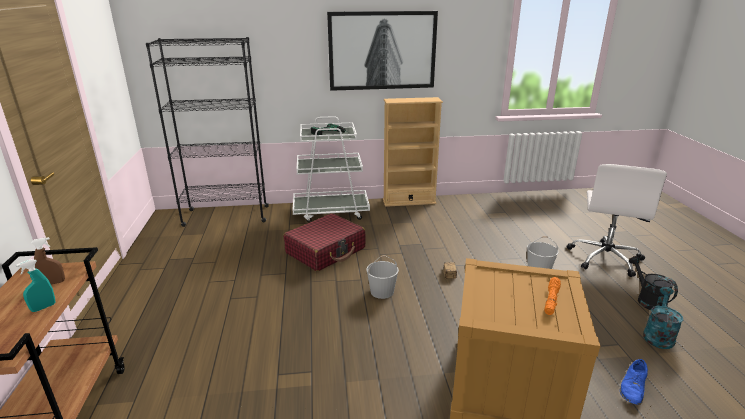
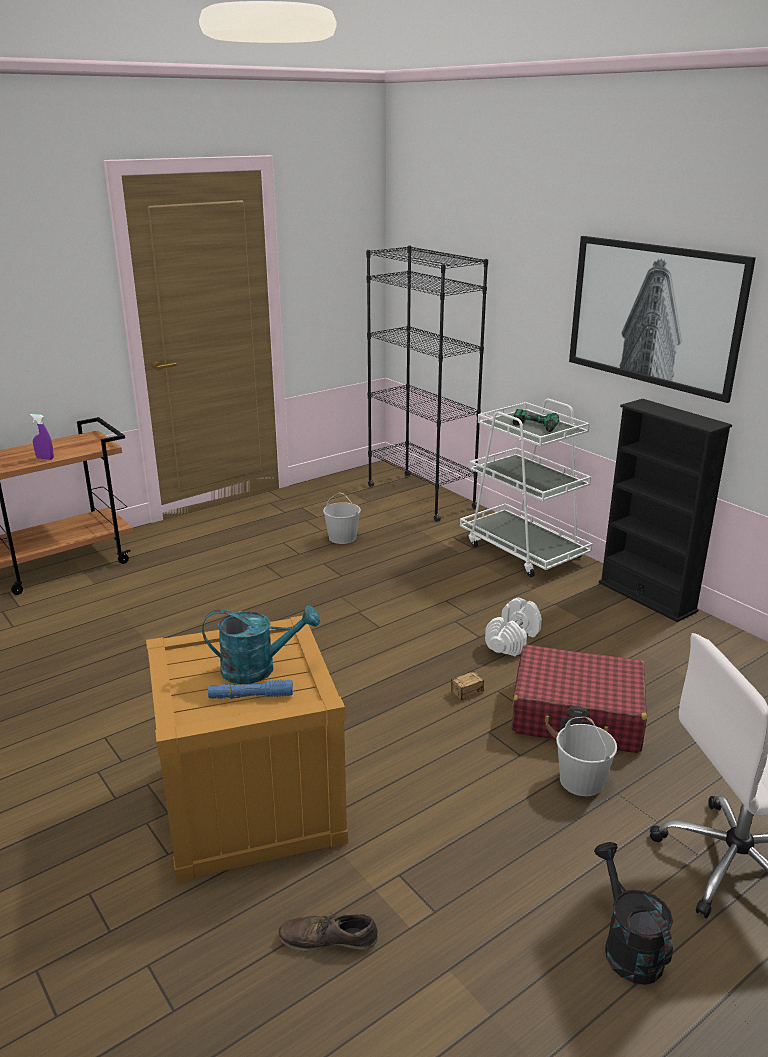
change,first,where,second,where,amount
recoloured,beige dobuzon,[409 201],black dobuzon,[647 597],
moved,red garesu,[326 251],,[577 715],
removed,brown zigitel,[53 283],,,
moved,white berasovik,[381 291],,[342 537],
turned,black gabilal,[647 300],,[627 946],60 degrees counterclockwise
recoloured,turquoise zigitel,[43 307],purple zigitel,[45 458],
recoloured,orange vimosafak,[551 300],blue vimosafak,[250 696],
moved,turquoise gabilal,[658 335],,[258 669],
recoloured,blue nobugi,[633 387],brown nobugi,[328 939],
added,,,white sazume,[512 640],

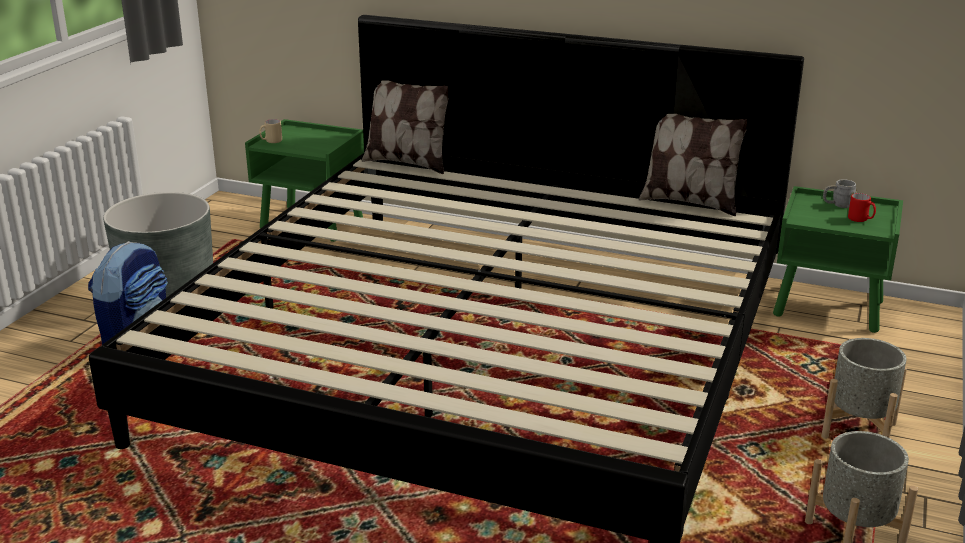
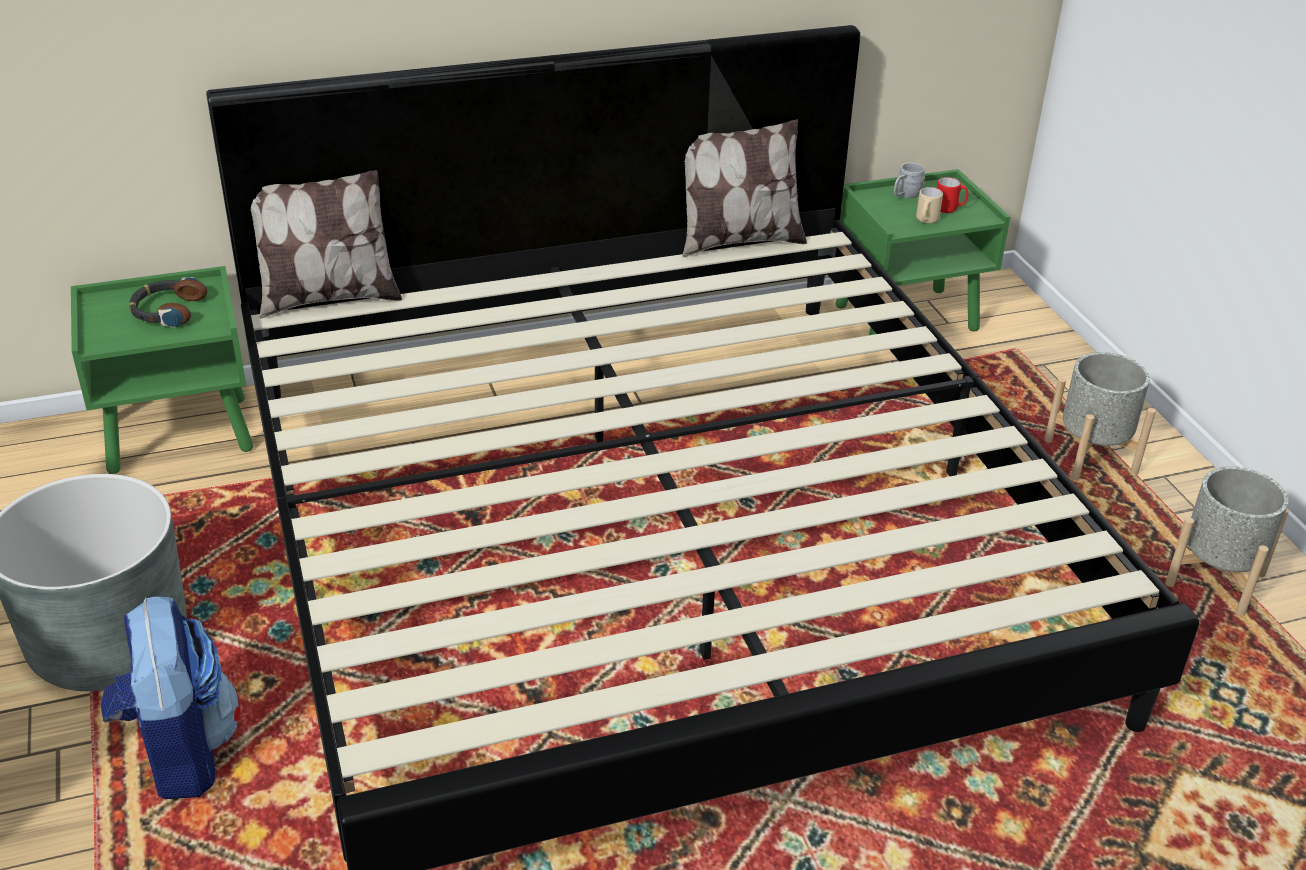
change,first,where,second,where,amount
moved,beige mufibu,[271 141],,[926 221],
added,,,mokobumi,[167 310],

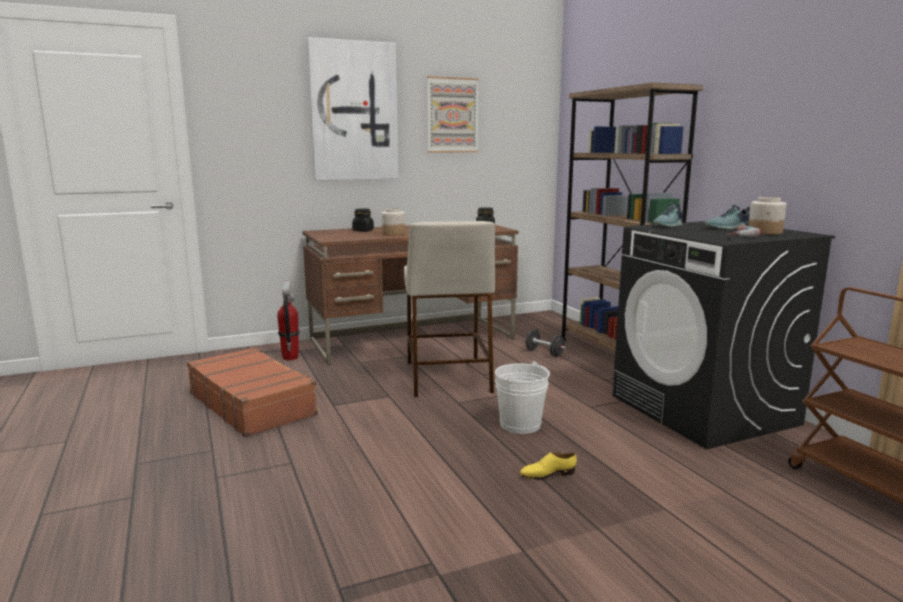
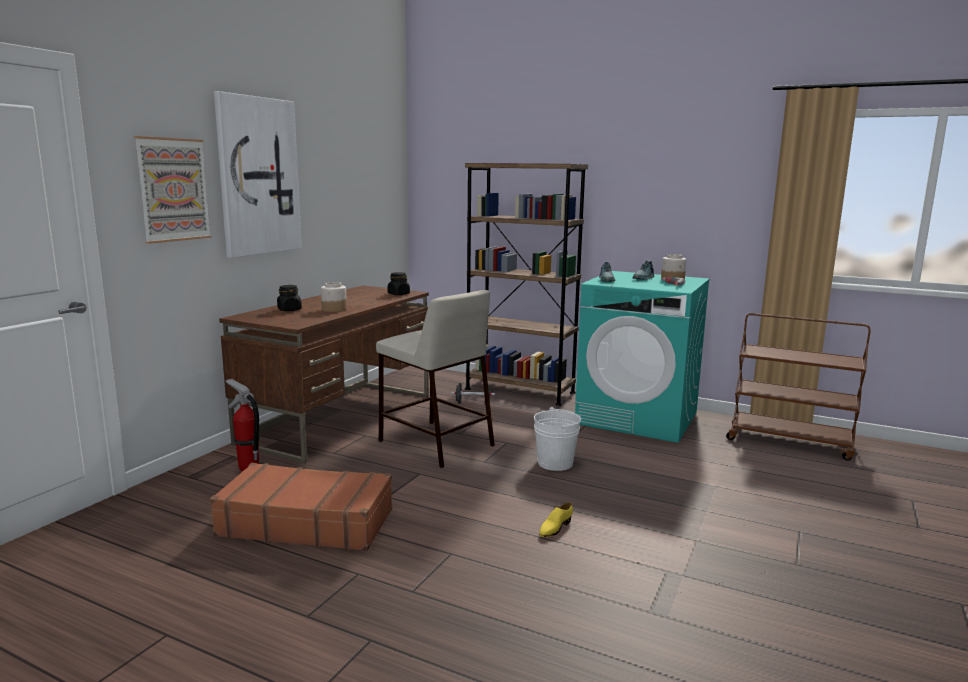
change,first,where,second,where,amount
moved,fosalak,[452 115],,[173 190],
recoloured,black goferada,[704 410],turquoise goferada,[638 418],
moved,yellow nobugi,[547 474],,[555 528],

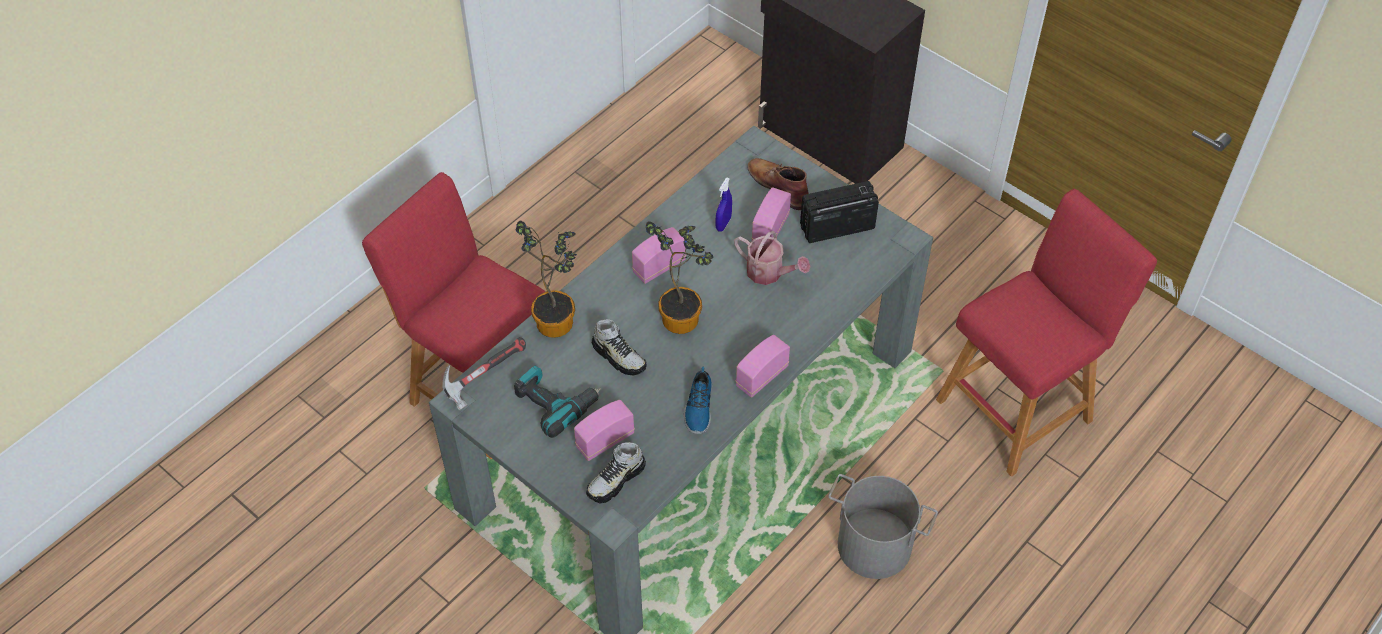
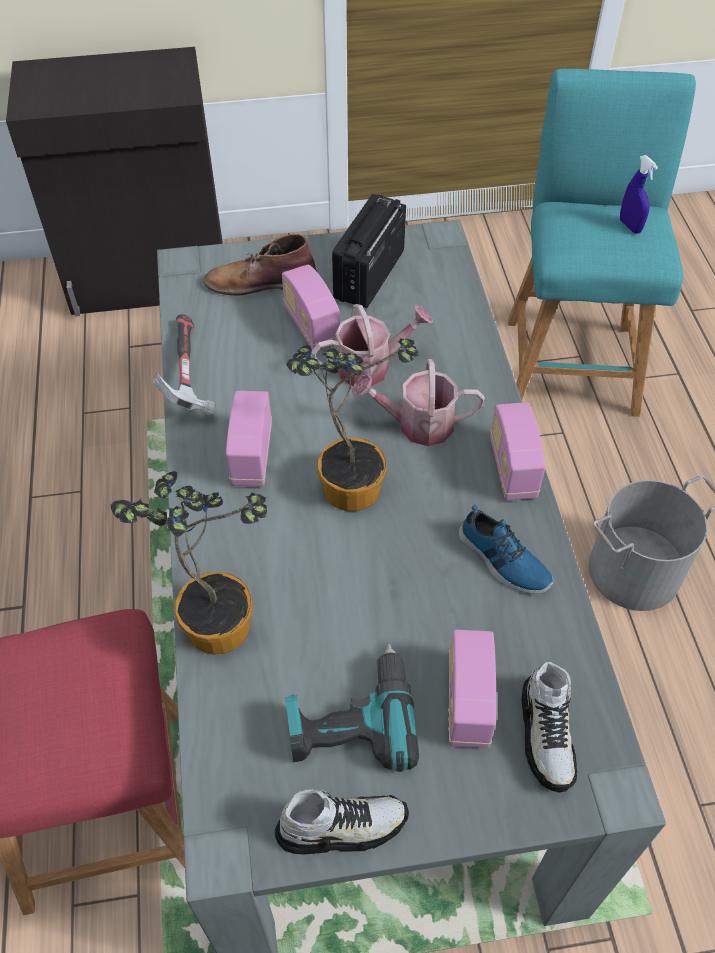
change,first,where,second,where,amount
moved,blue zigitel,[723 224],,[630 226],
recoloured,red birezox,[1019 406],turquoise birezox,[570 360],
moved,nobugi,[619 357],,[341 827],
moved,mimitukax,[483 377],,[187 376],
added,,,gabilal,[417 424],

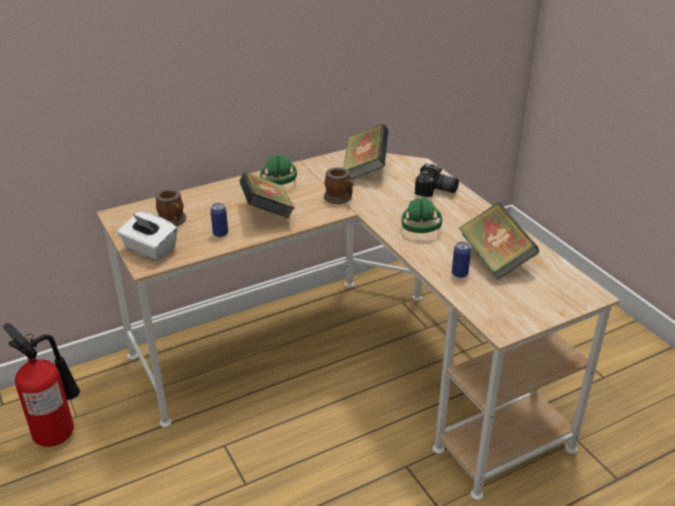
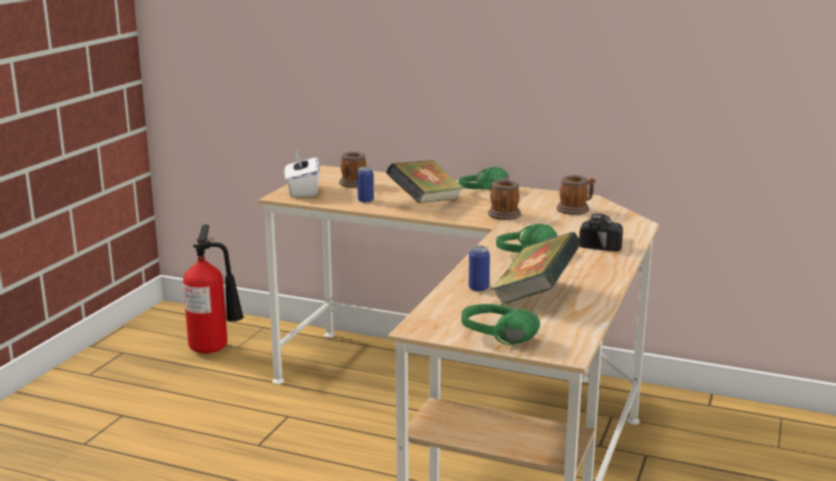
change,first,where,second,where,amount
replaced,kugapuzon,[365 169],mufibu,[576 209],
turned,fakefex,[436 191],,[603 242],150 degrees counterclockwise
added,,,green mokobumi,[493 341],

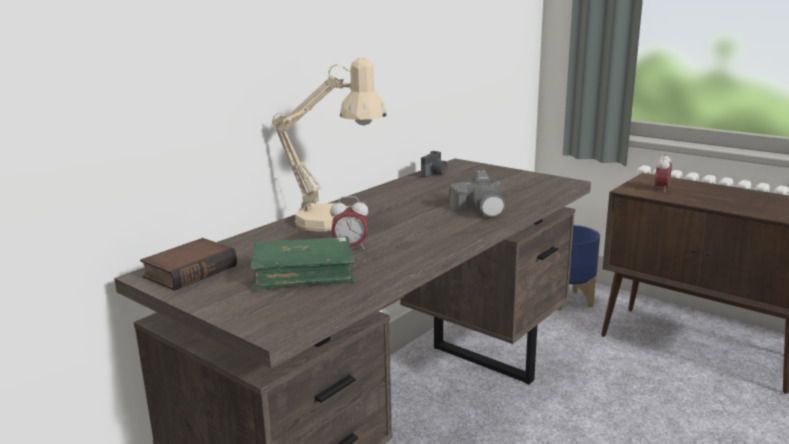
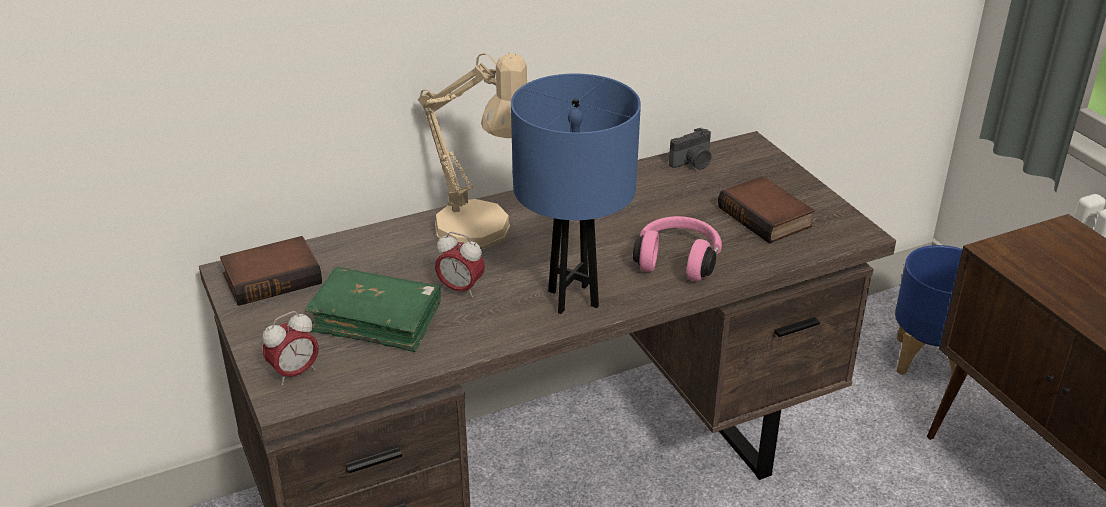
change,first,where,second,where,amount
moved,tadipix,[661 189],,[294 373],
replaced,fakefex,[480 209],pink mokobumi,[678 260],
added,,,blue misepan,[573 298],
added,,,kugapuzon,[767 217],

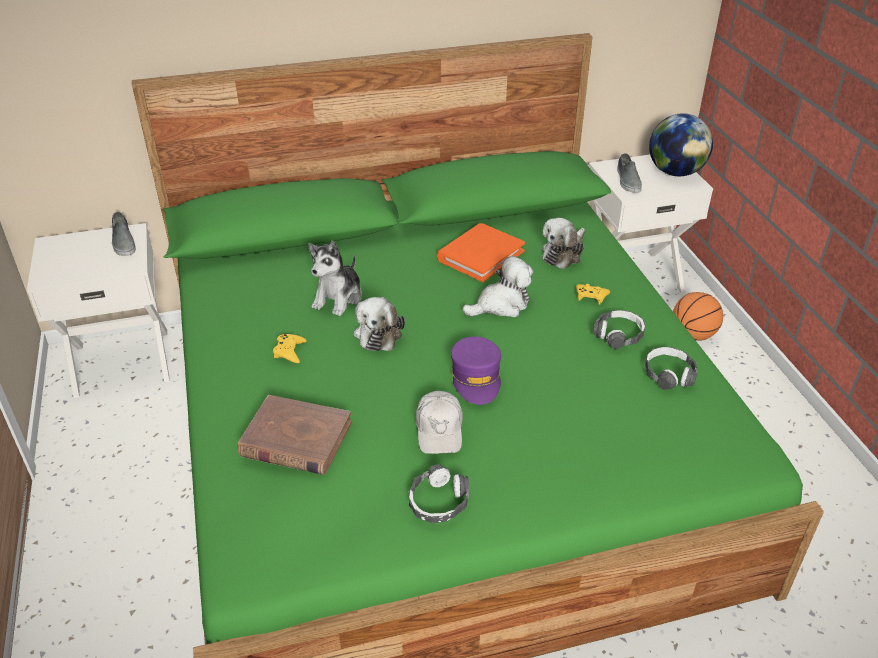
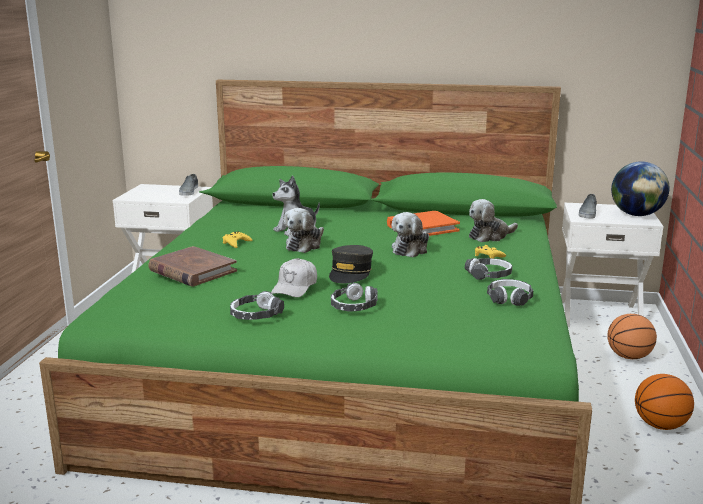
change,first,where,second,where,amount
turned,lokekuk,[501 305],,[411 249],120 degrees clockwise
recoloured,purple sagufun,[476 378],grey sagufun,[350 273],
added,,,mokobumi,[354 306],
added,,,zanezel,[660 425],

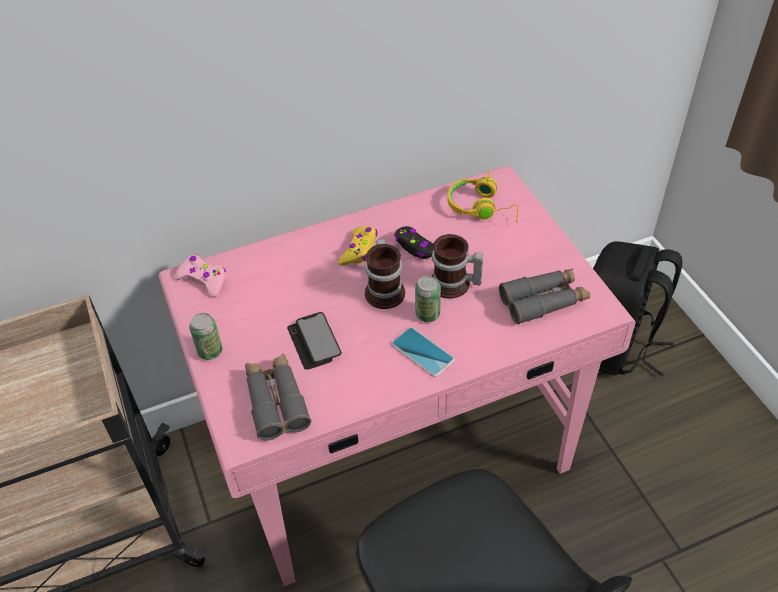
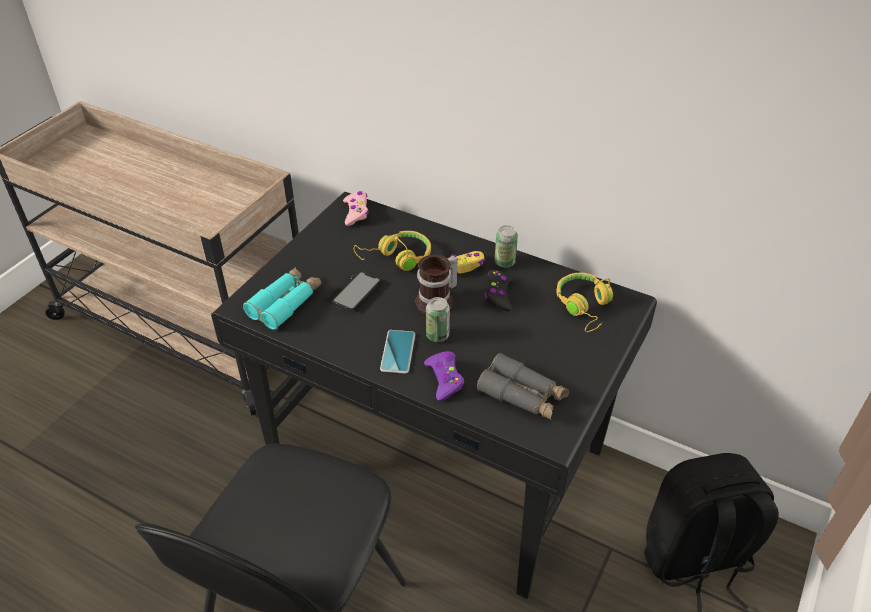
change,first,where,second,where,amount
recoloured,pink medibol,[396 447],black medibol,[438 464],
removed,mufibu,[453 285],,,
moved,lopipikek,[210 351],,[504 262],
recoloured,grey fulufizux,[276 401],turquoise fulufizux,[285 303],
added,,,yellow mokobumi,[396 258],
added,,,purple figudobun,[444 379],

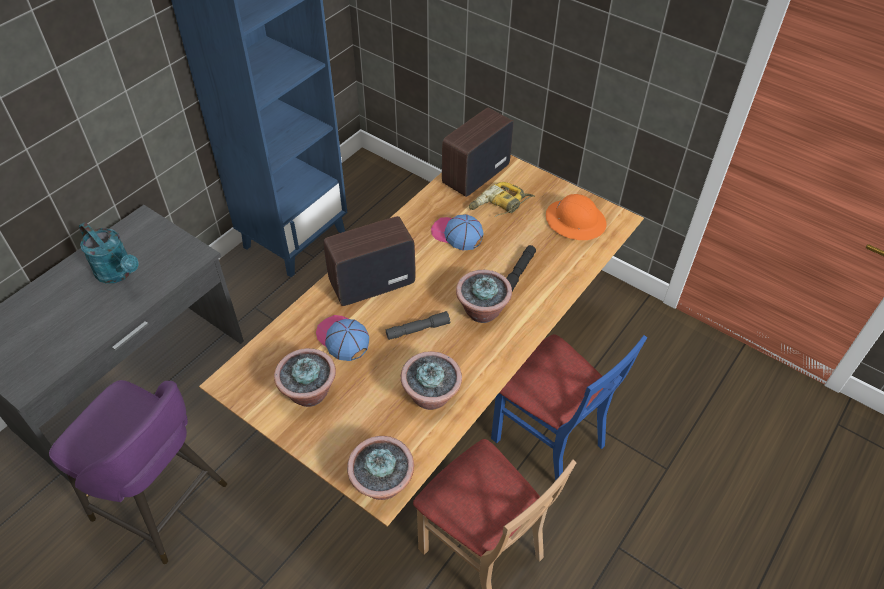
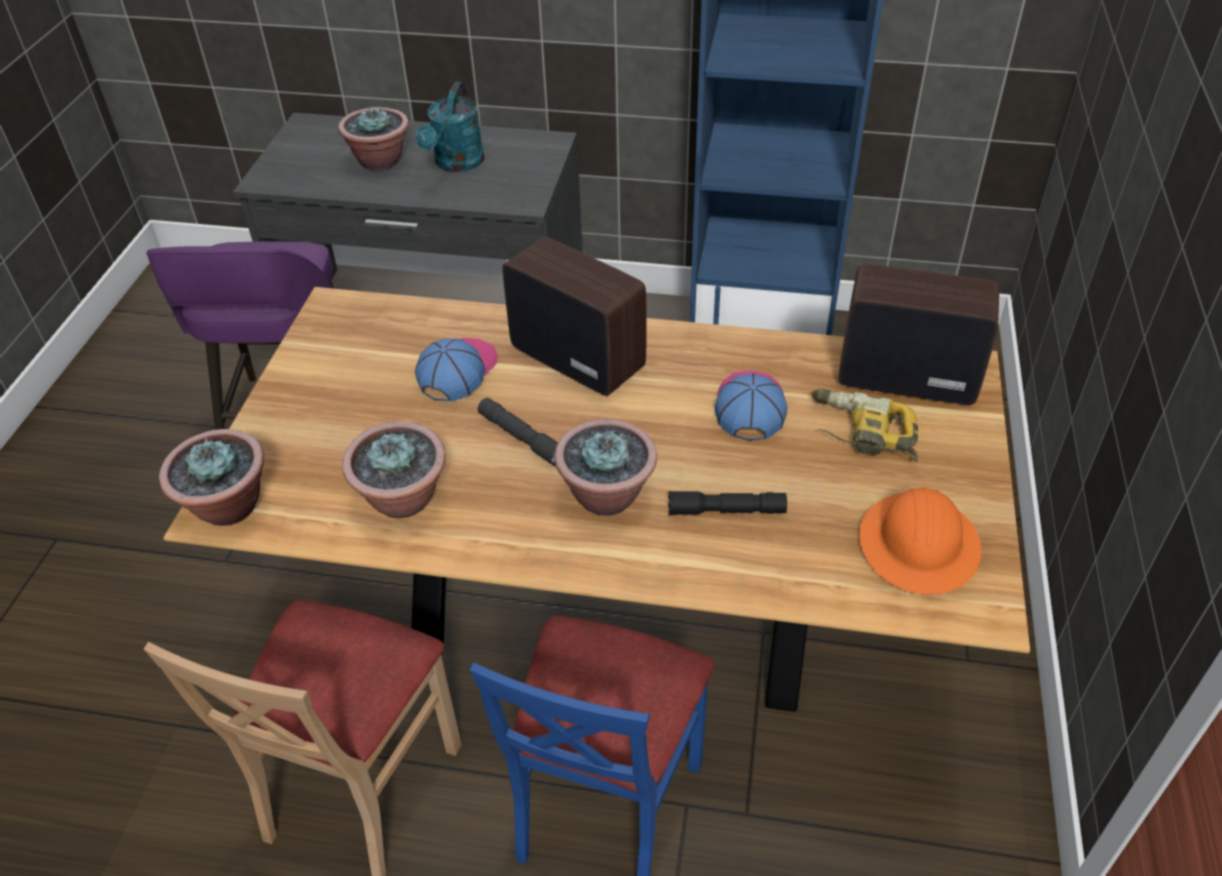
change,first,where,second,where,amount
moved,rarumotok,[309 393],,[380 161],

